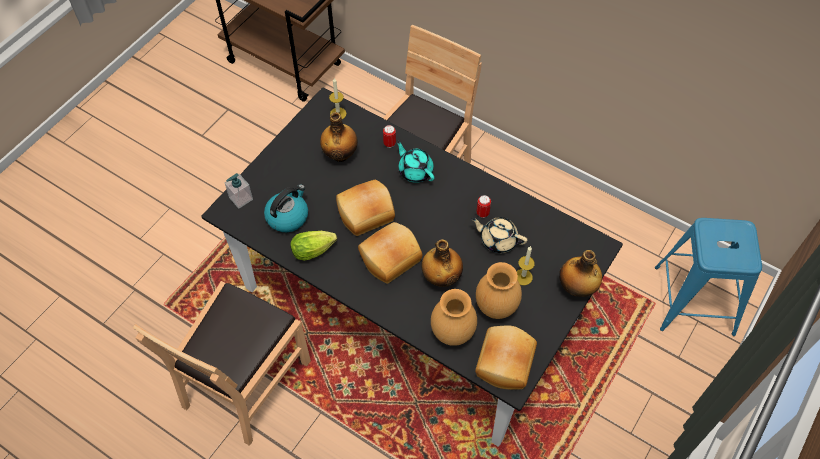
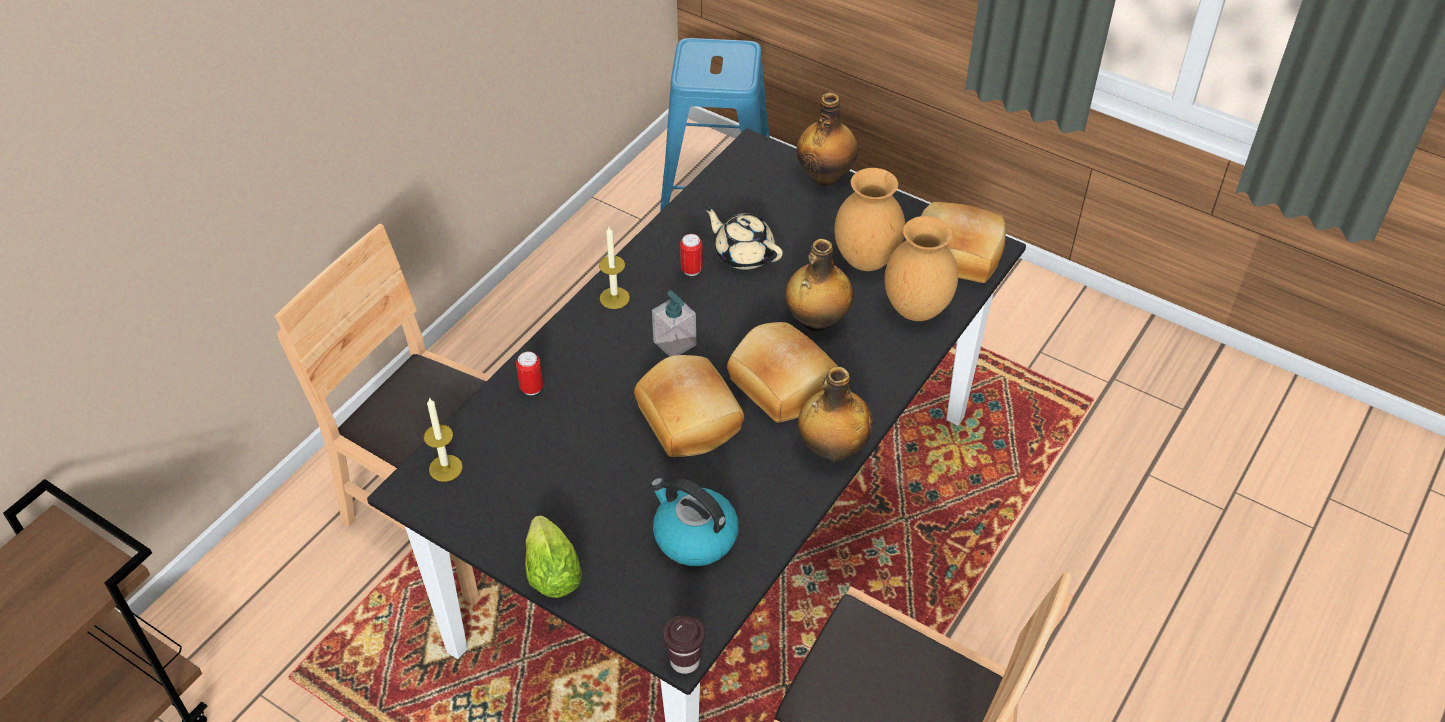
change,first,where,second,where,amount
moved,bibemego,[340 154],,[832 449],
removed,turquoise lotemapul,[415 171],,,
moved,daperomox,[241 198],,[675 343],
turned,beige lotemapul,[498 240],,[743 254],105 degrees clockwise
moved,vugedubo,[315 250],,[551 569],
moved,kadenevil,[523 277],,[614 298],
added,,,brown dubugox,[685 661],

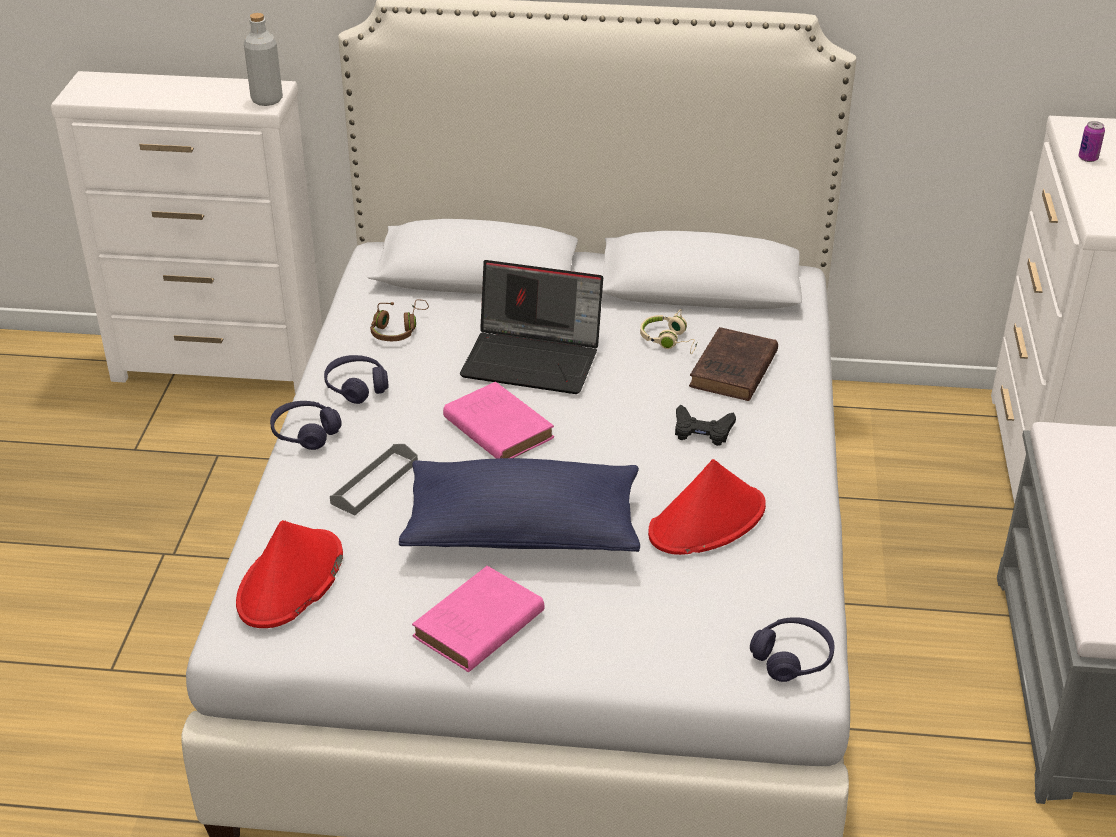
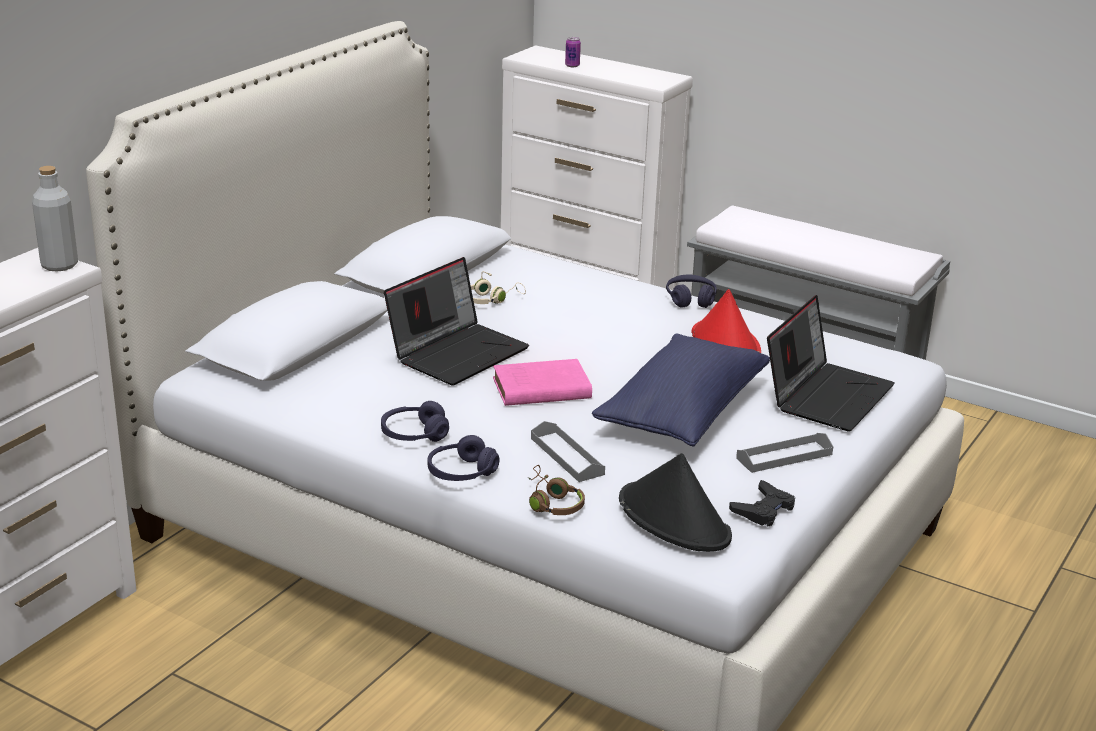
change,first,where,second,where,amount
moved,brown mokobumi,[398 329],,[551 502],
removed,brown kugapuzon,[732 371],,,
moved,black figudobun,[702 430],,[763 510],
recoloured,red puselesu,[290 581],black puselesu,[674 519],
replaced,pink kugapuzon,[476 626],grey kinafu,[784 456],
moved,purple mokobumi,[792 658],,[690 299],
added,,,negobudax,[827 395],

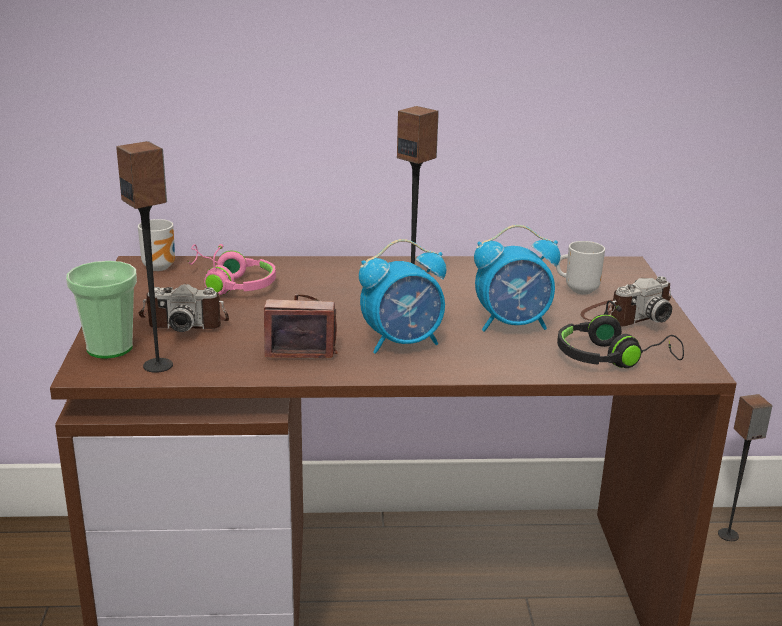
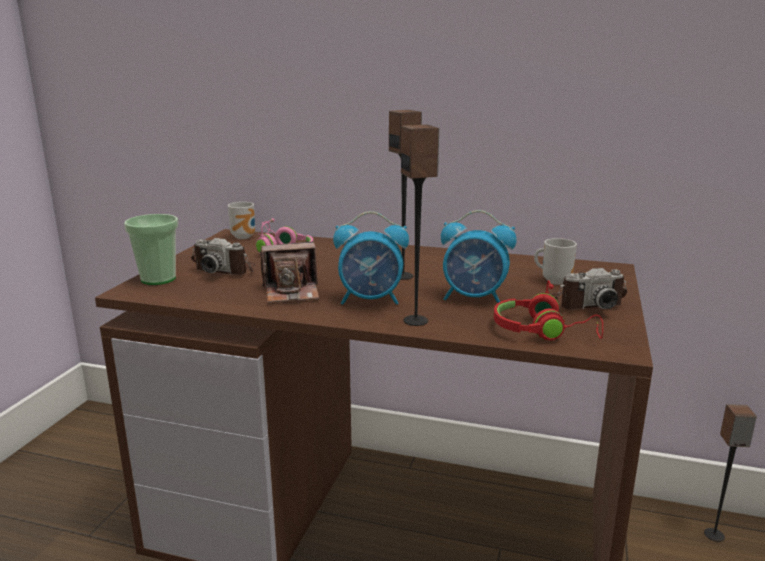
change,first,where,second,where,amount
moved,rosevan,[158 365],,[416 320],
turned,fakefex,[301 344],,[292 292],150 degrees clockwise
recoloured,black mokobumi,[612 357],red mokobumi,[543 331],

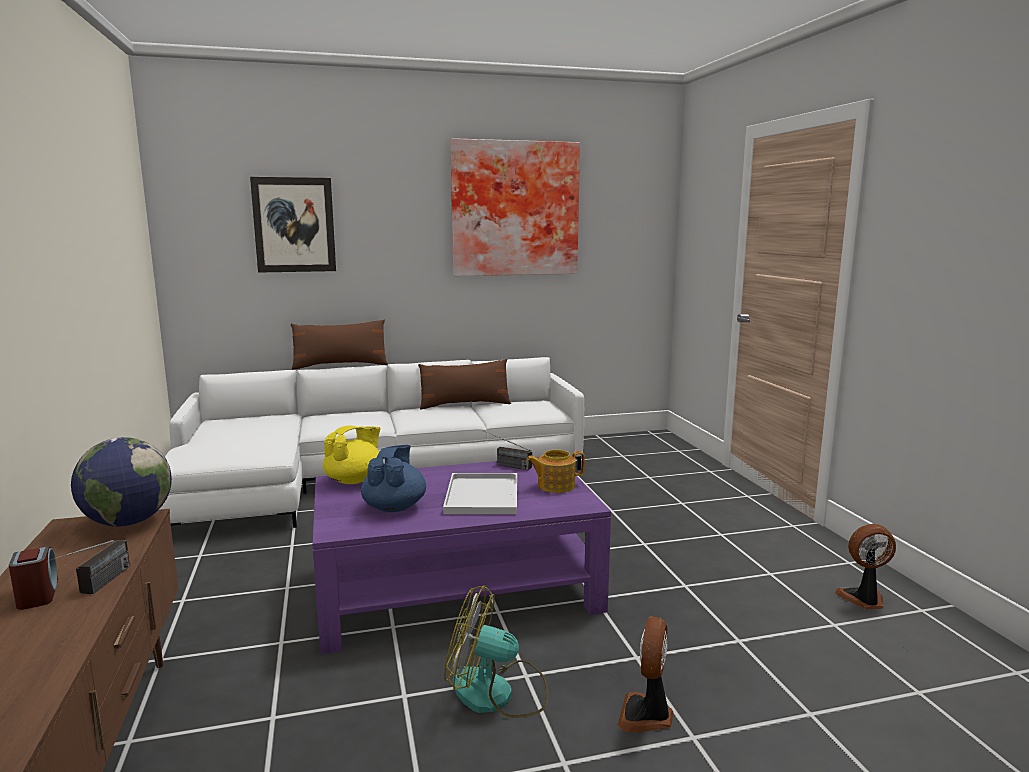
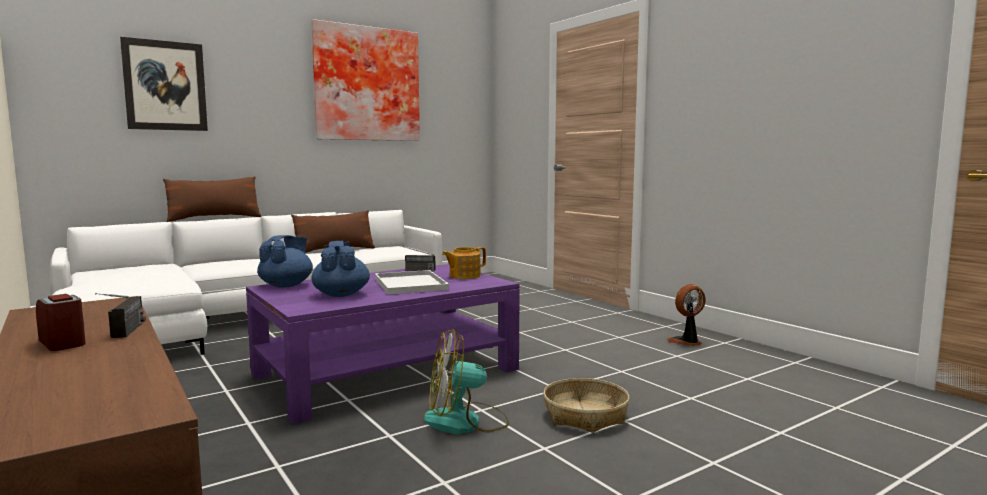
change,first,where,second,where,amount
recoloured,yellow lotemapul,[354 480],blue lotemapul,[287 285],
removed,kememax,[128 522],,,
replaced,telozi,[646 715],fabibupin,[586 415],

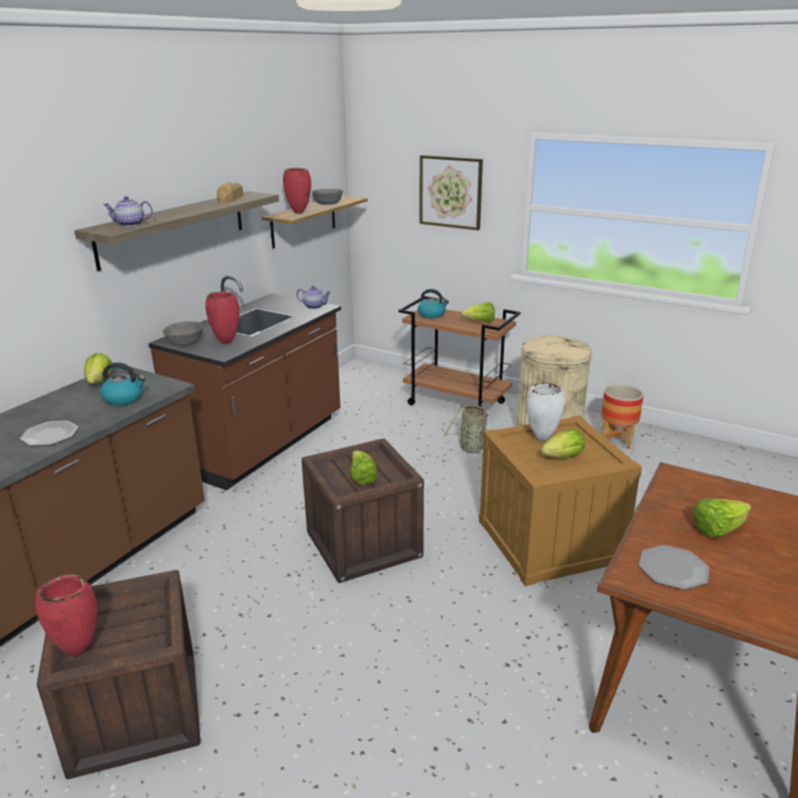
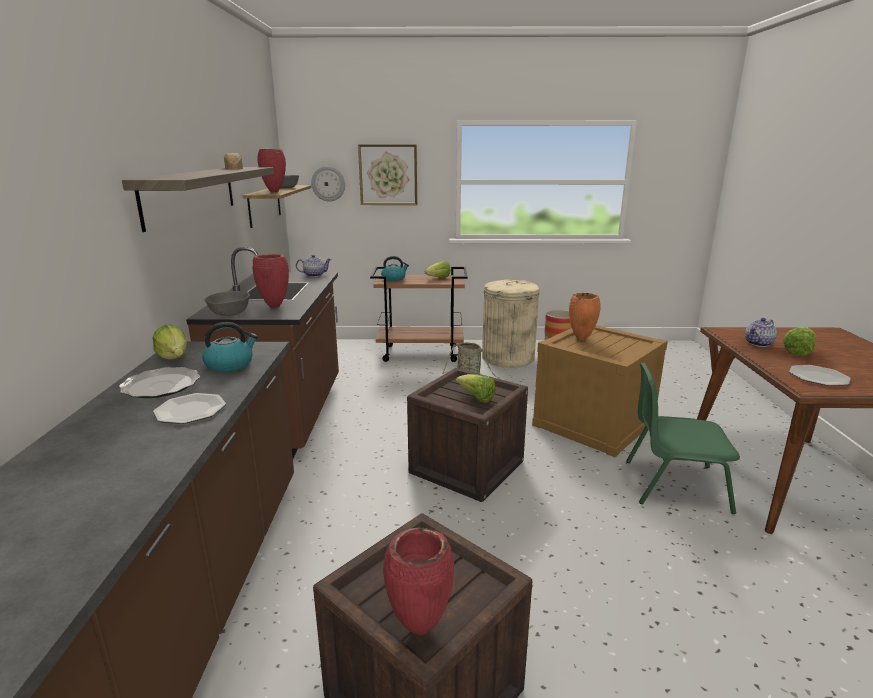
change,first,where,second,where,amount
moved,lotemapul,[130 224],,[759 344],
recoloured,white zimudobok,[541 439],orange zimudobok,[581 340],
removed,vugedubo,[563 457],,,
added,,,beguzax,[328 183],
added,,,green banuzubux,[674 484],
added,,,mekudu,[161 385],

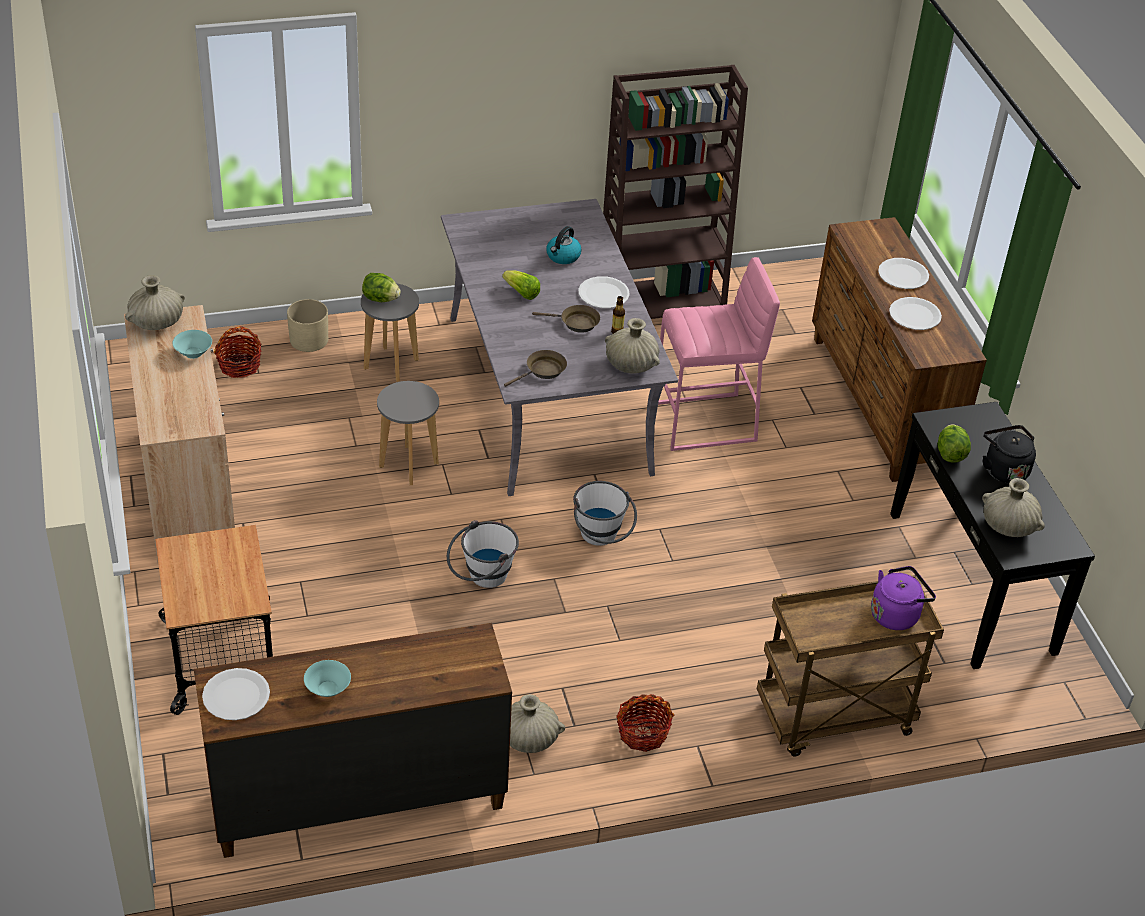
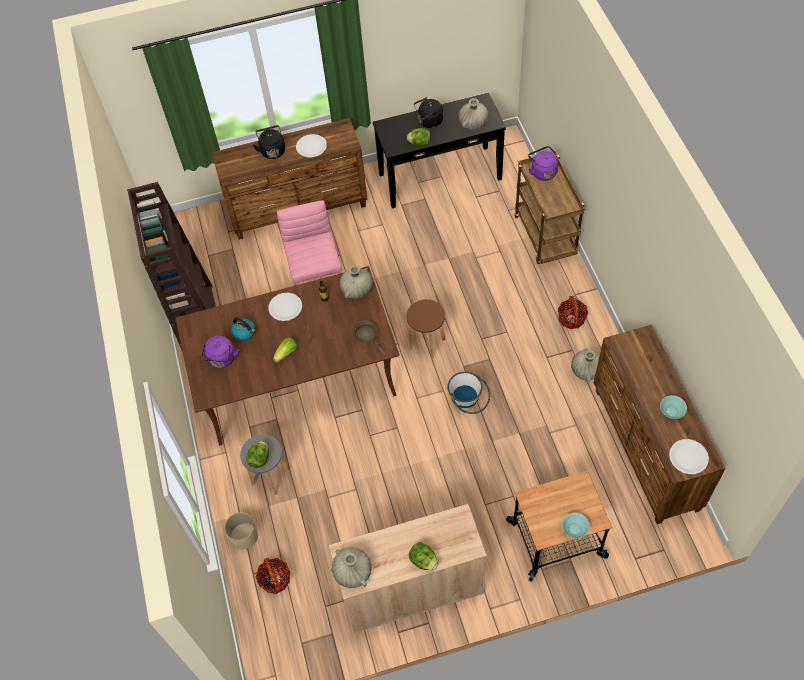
change,first,where,second,where,amount
recoloured,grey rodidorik,[549 394],brown rodidorik,[297 379],
replaced,white mekudu,[903 275],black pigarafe,[272 150],
removed,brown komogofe,[576 323],,,
moved,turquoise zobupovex,[194 353],,[574 528],
removed,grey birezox,[408 465],,,
replaced,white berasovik,[601 538],brown birezox,[427 344],
added,,,purple pigarafe,[222 360],
added,,,vugedubo,[423 560],

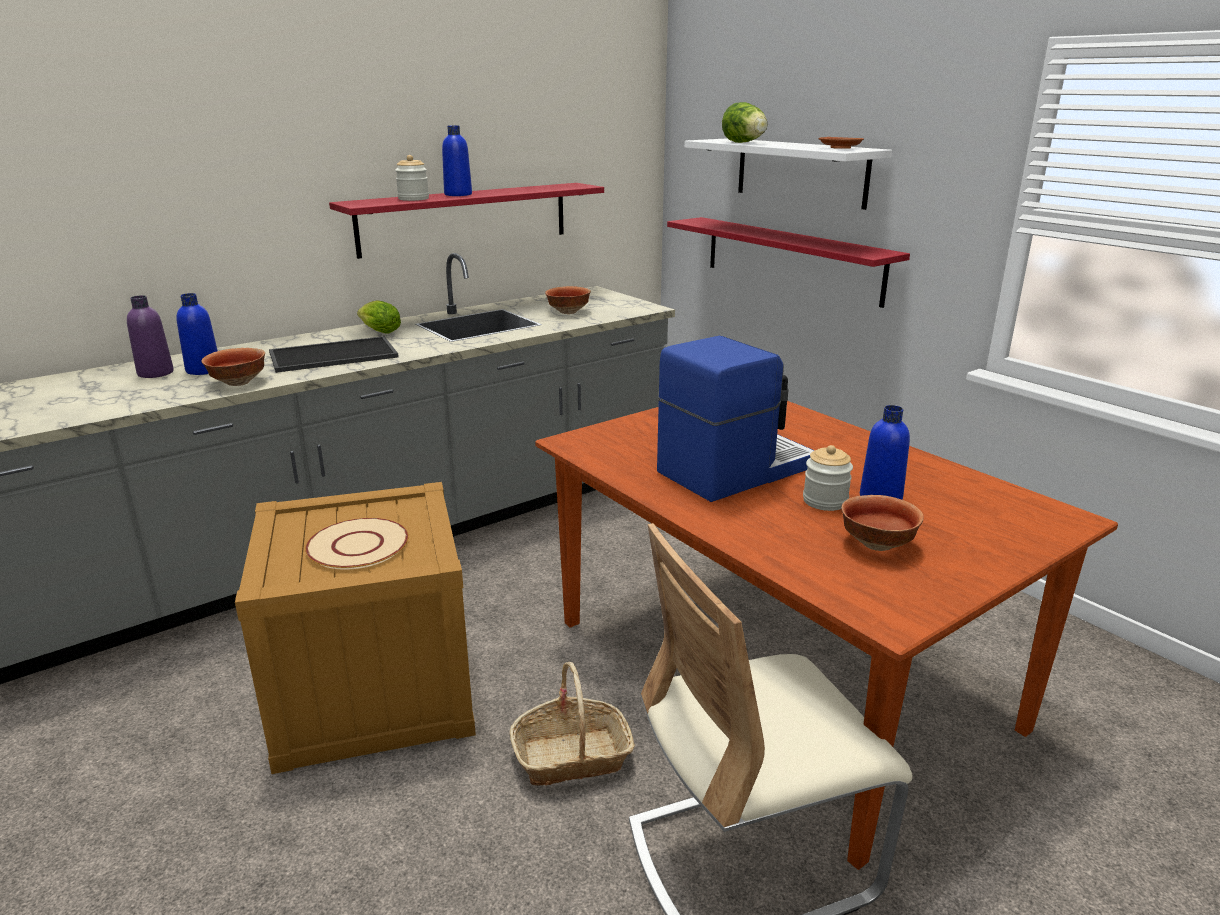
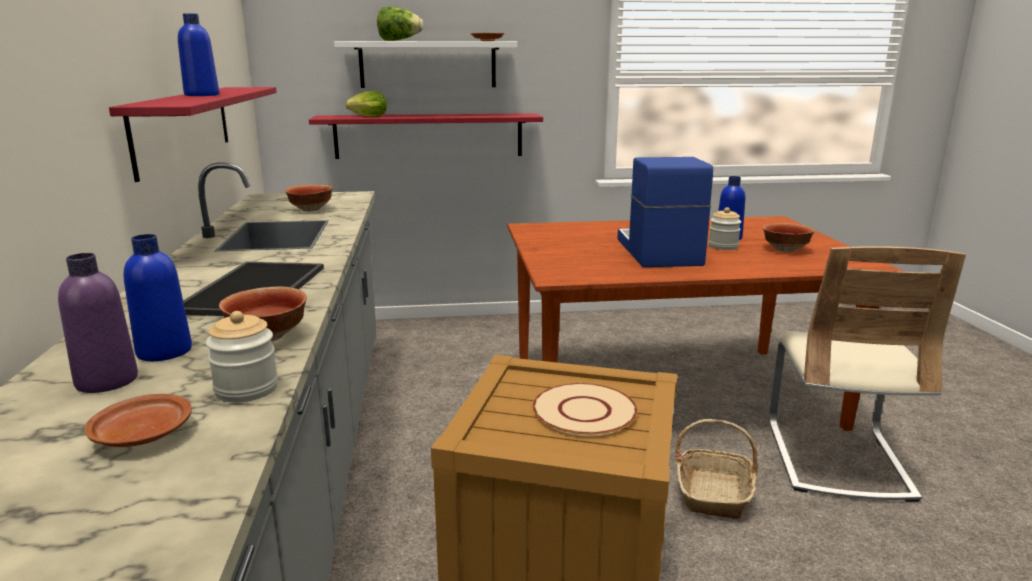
change,first,where,second,where,amount
moved,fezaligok,[413 199],,[247 389],
moved,vugedubo,[378 331],,[366 117],
added,,,brown mekudu,[143 434],

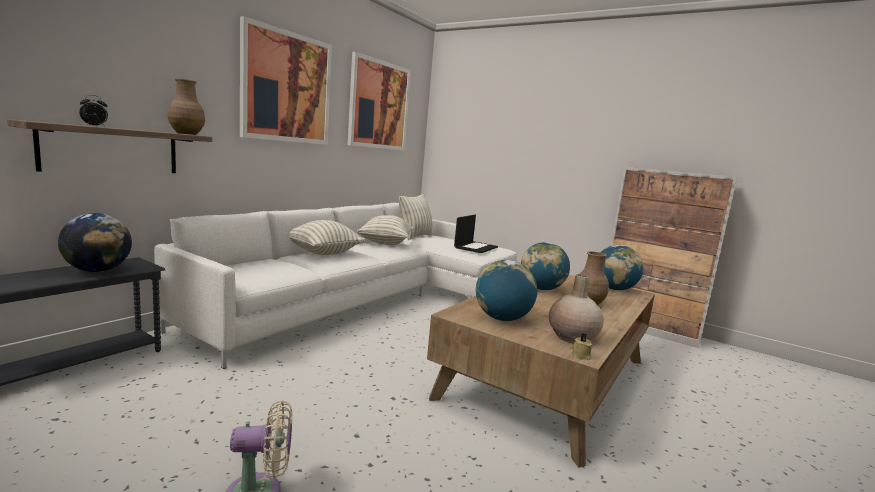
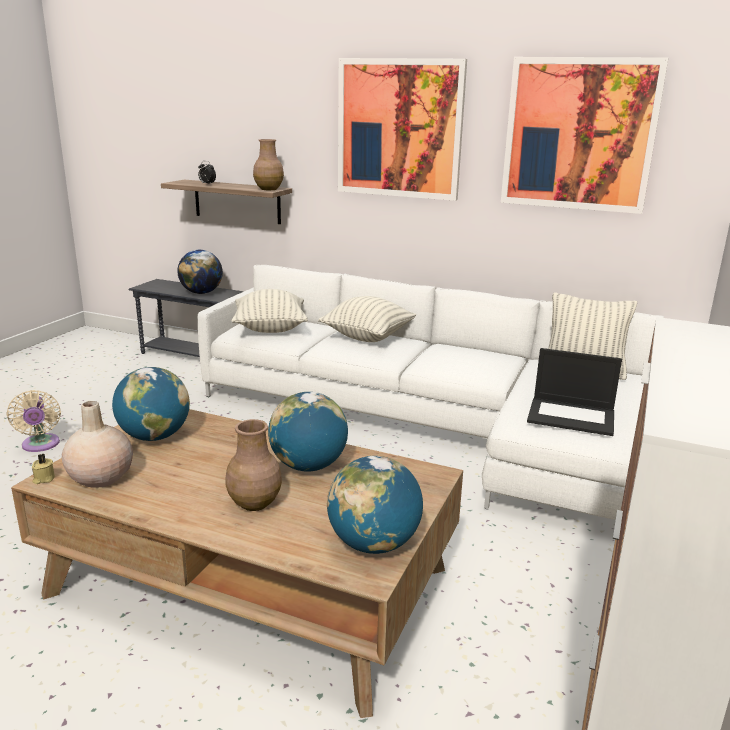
change,first,where,second,where,amount
moved,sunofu,[385 243],,[270 328],

